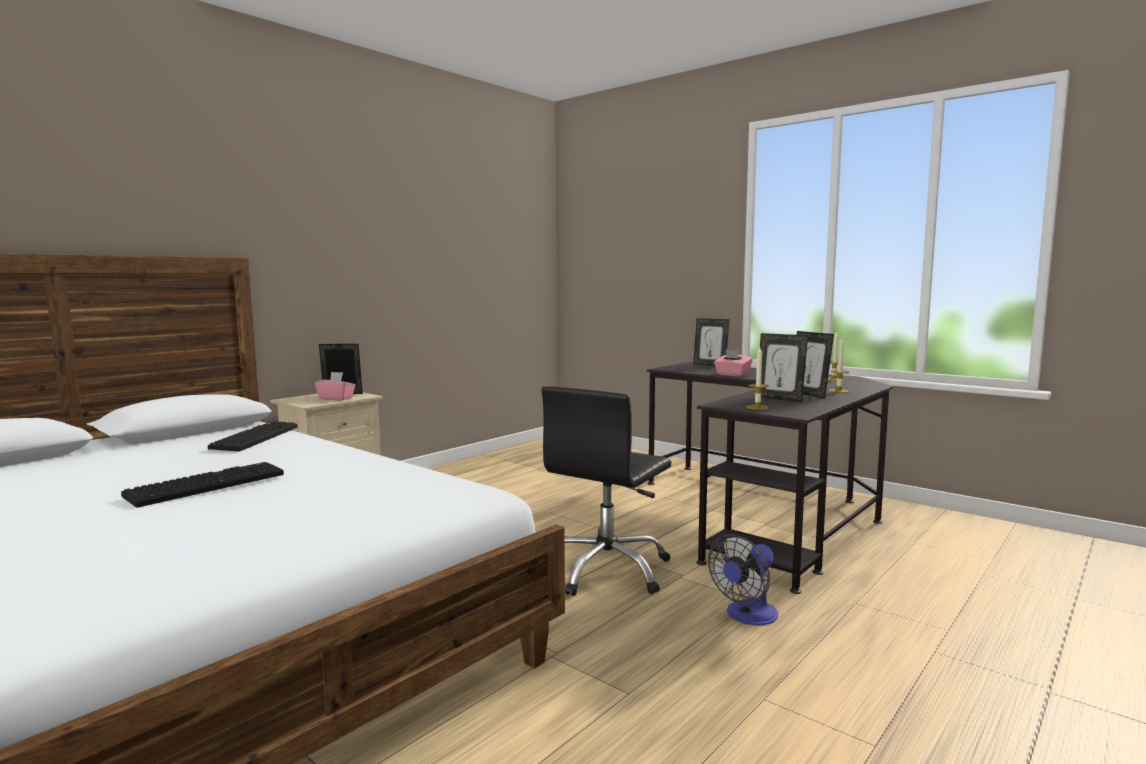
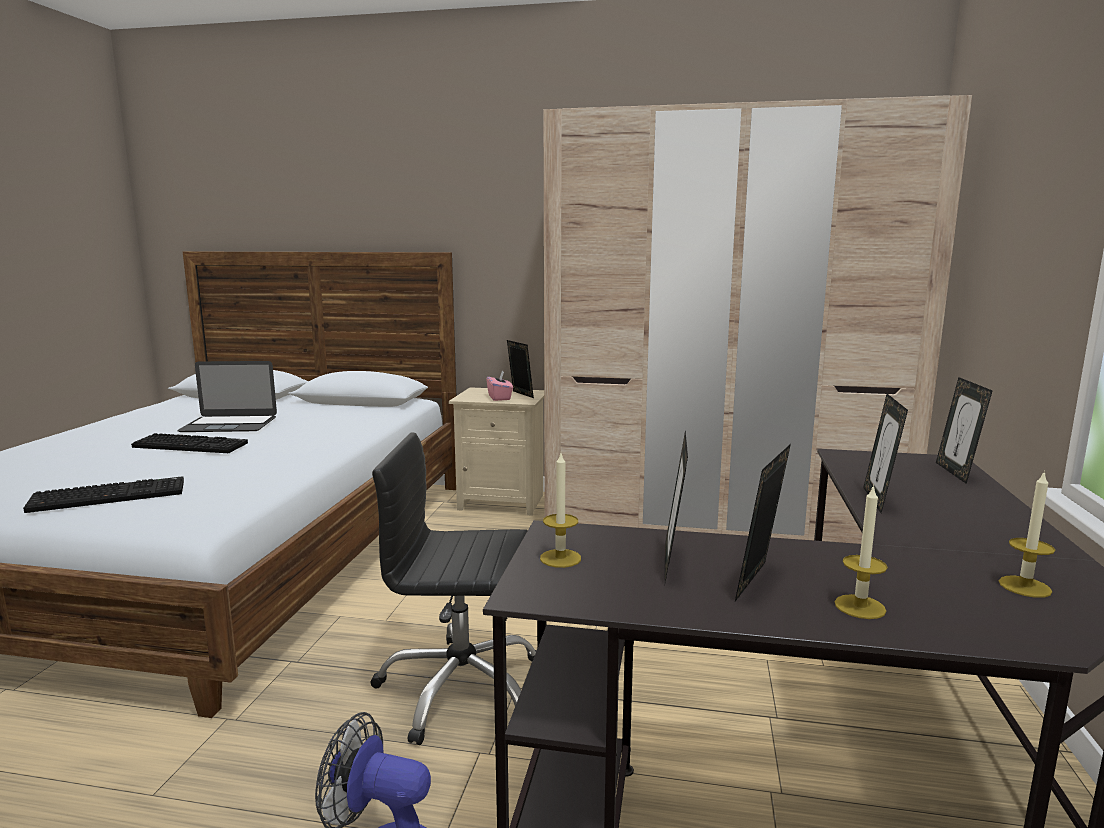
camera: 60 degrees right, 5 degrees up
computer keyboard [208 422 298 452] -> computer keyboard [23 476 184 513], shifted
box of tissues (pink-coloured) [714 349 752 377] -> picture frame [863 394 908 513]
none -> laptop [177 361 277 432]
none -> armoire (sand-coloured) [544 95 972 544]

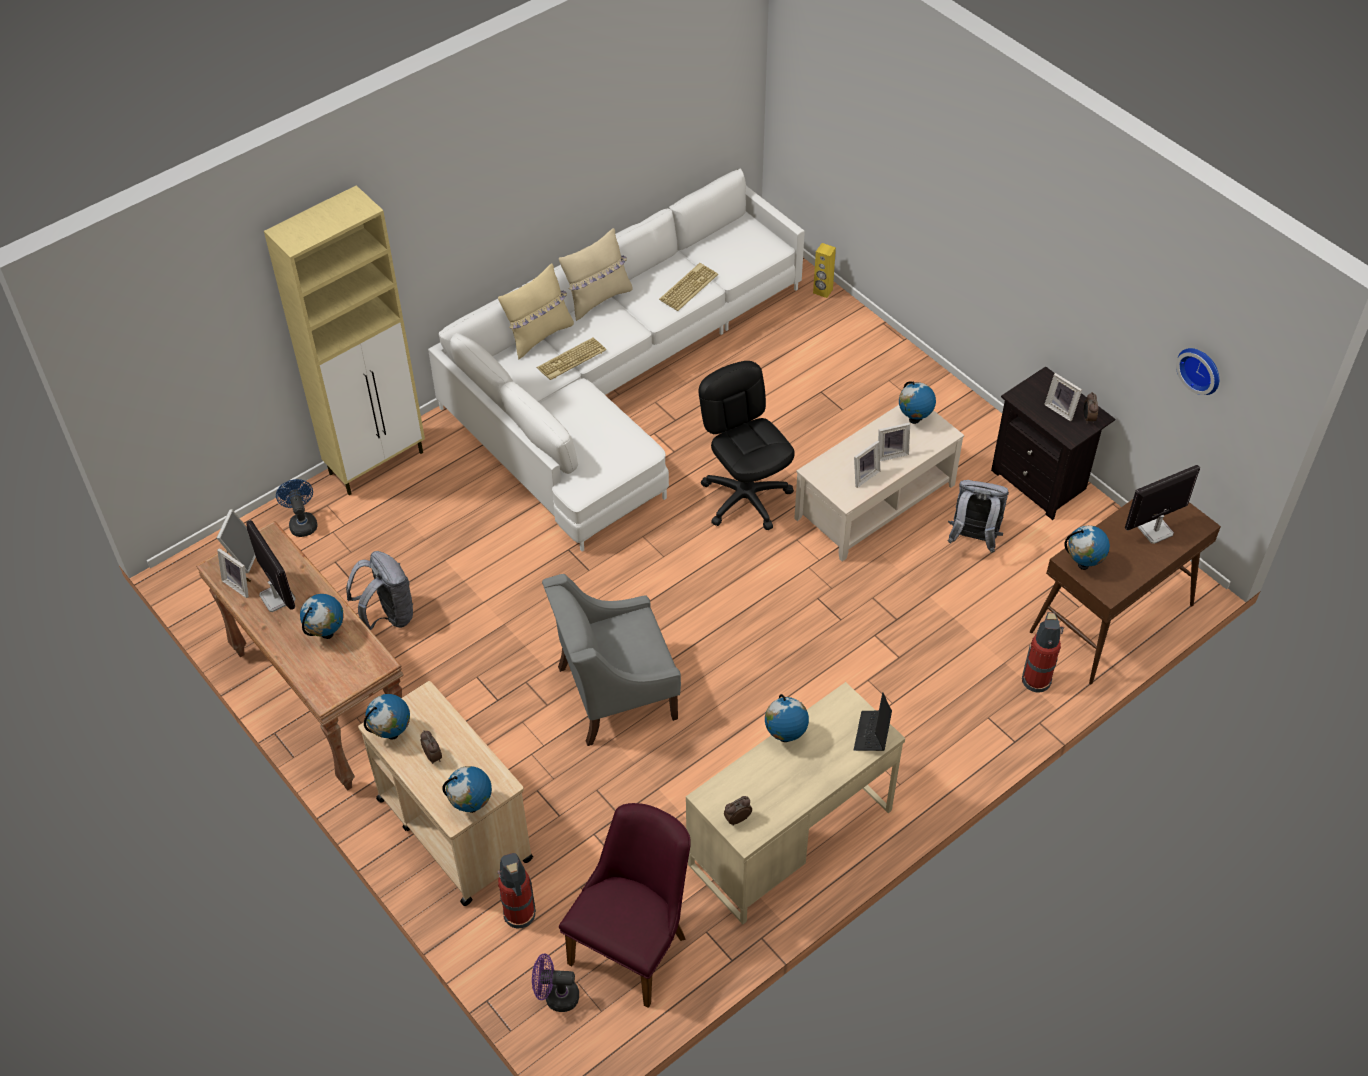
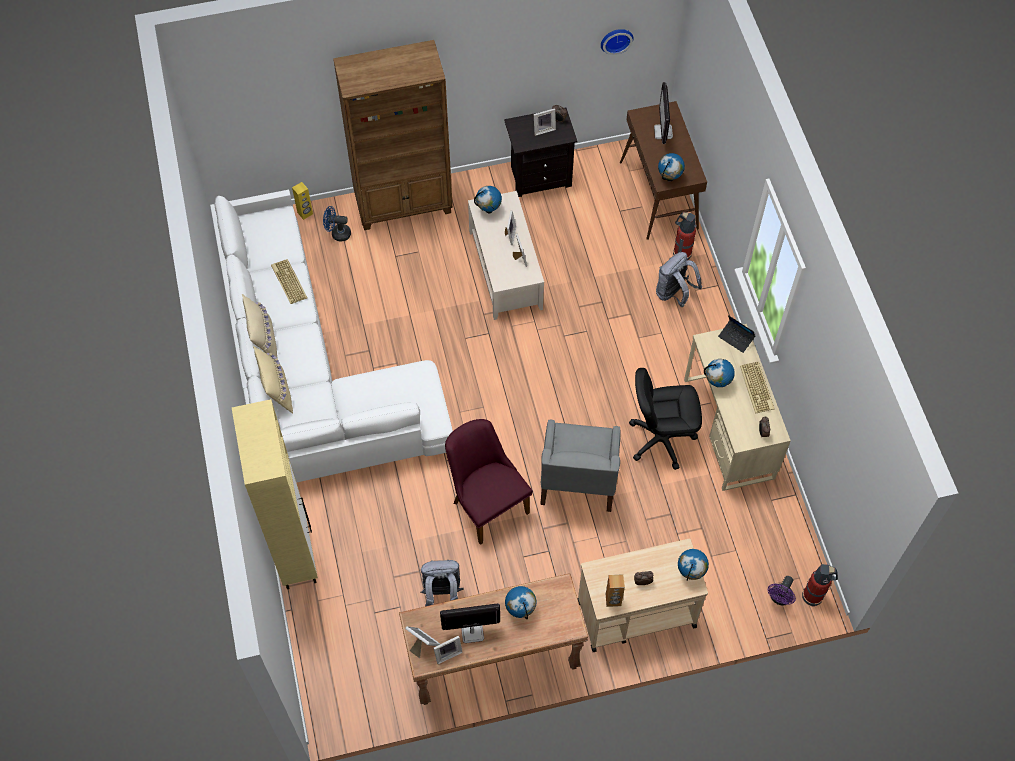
camera: 65 degrees left, 10 degrees up
cooling fan (bluish) [276 479 318 537] -> cooling fan (bluish) [323 206 351 241], shifted
globe [364 694 410 740] -> audio speaker (brown) [606 574 625 607]
extinguisher [497 853 536 928] -> extinguisher [802 564 838 607], shifted
computer keyboard [537 338 606 380] -> computer keyboard [740 362 775 414], shifted
chair (purplish) [559 803 691 1008] -> chair (purplish) [445 419 533 545], shifted
desk chair (blackish) [699 361 795 530] -> desk chair (blackish) [629 368 702 470], shifted
rucksack (greyish) [948 480 1009 553] -> rucksack (greyish) [656 252 702 307], shifted
none -> bookcase (brown) [333 40 453 230]

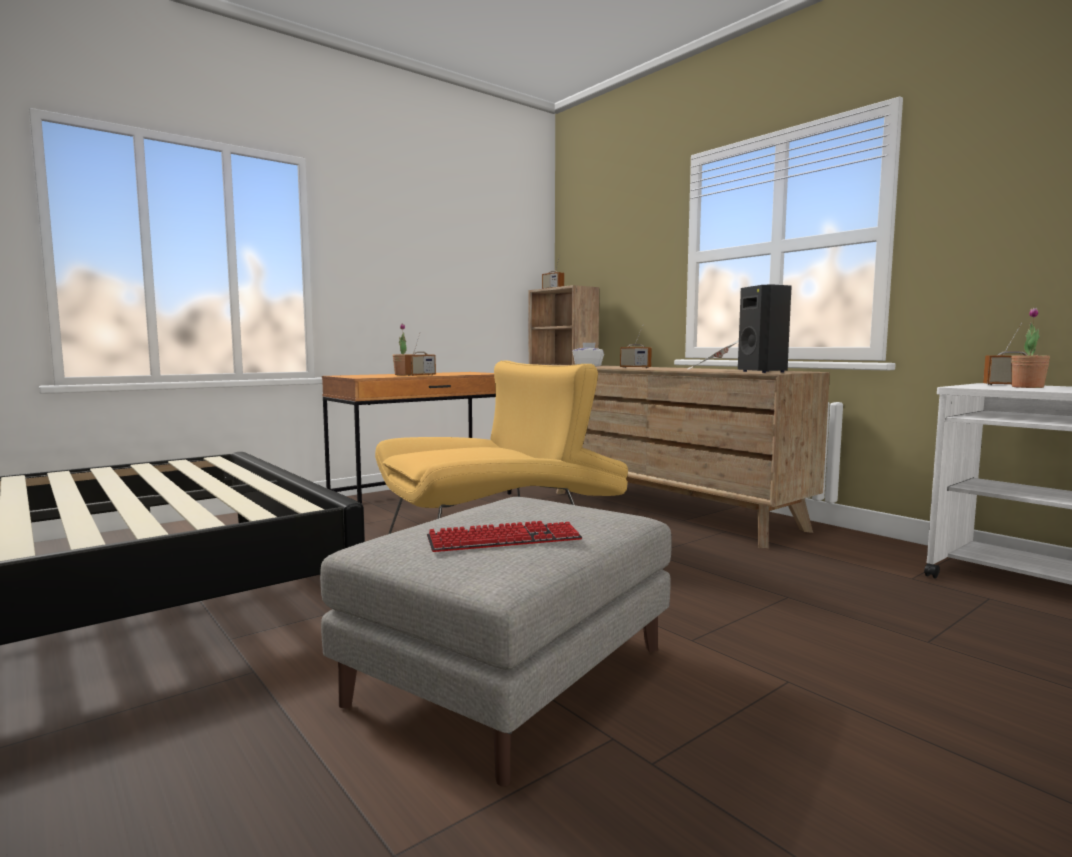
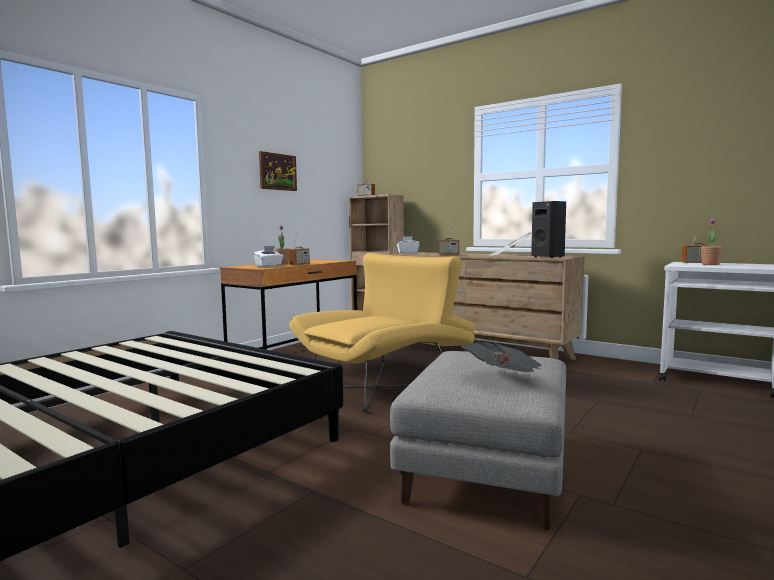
camera: 15 degrees left, 0 degrees up
computer keyboard [427 521 583 552] -> newspaper [461 342 541 372]
none -> box of tissues (whitish) [253 246 283 267]
none -> wall art [259 151 297 191]

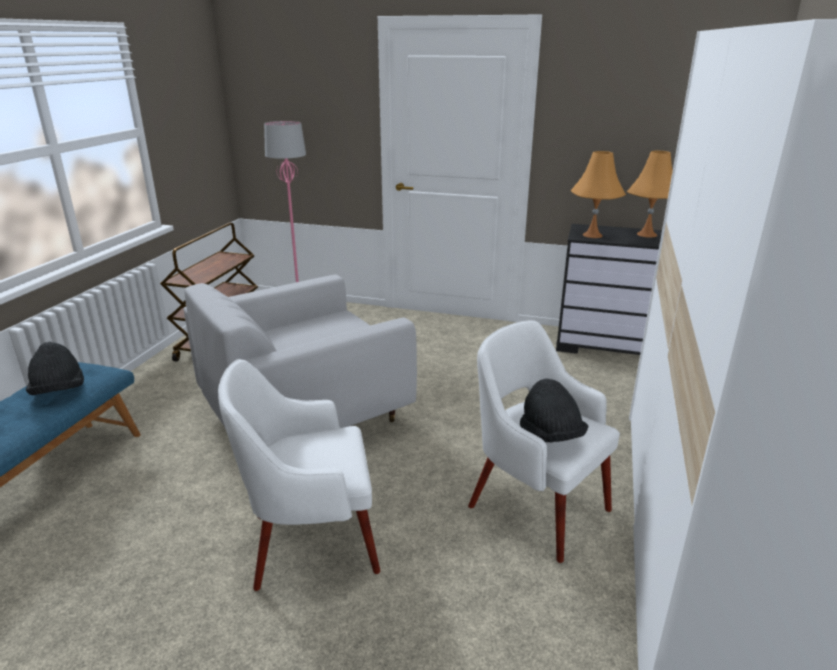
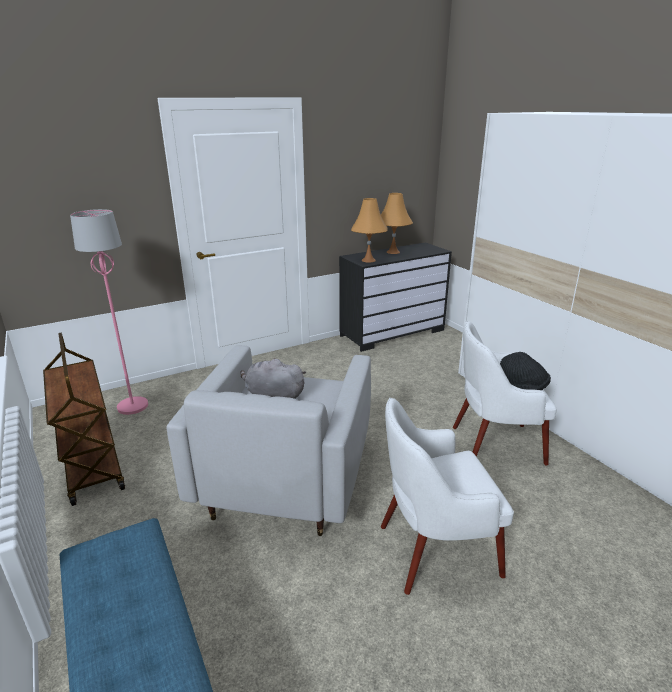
camera: 45 degrees left, 0 degrees up
hat (blackish) [26 342 84 395] -> none
easy chair (whitish) [218 359 380 591] -> easy chair (whitish) [381 398 514 595], 45 degrees clockwise
none -> cuddly toy (greyish) [240 358 306 399]

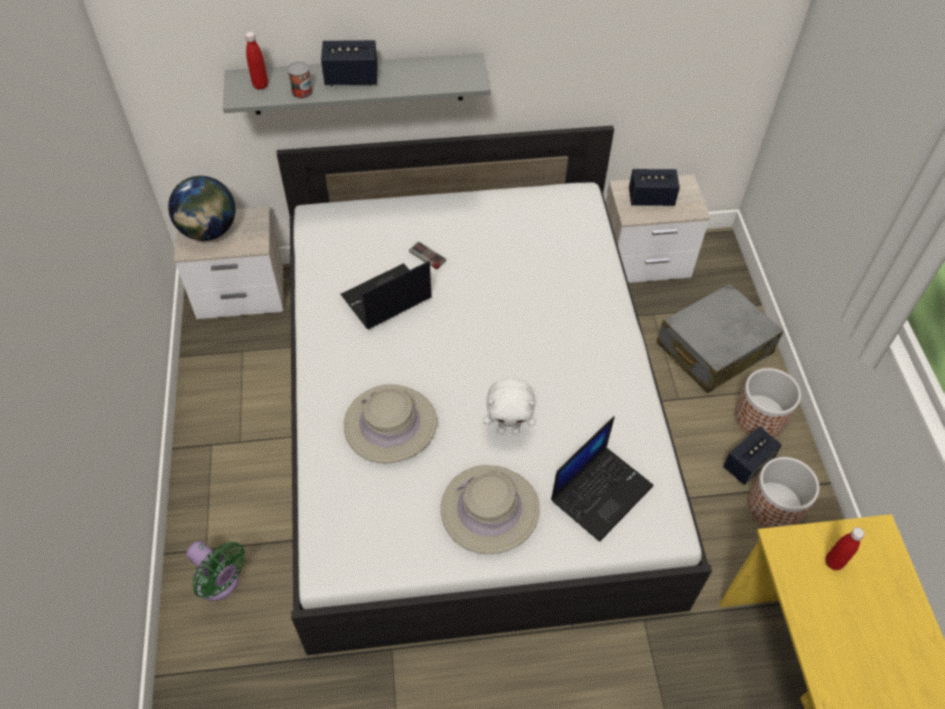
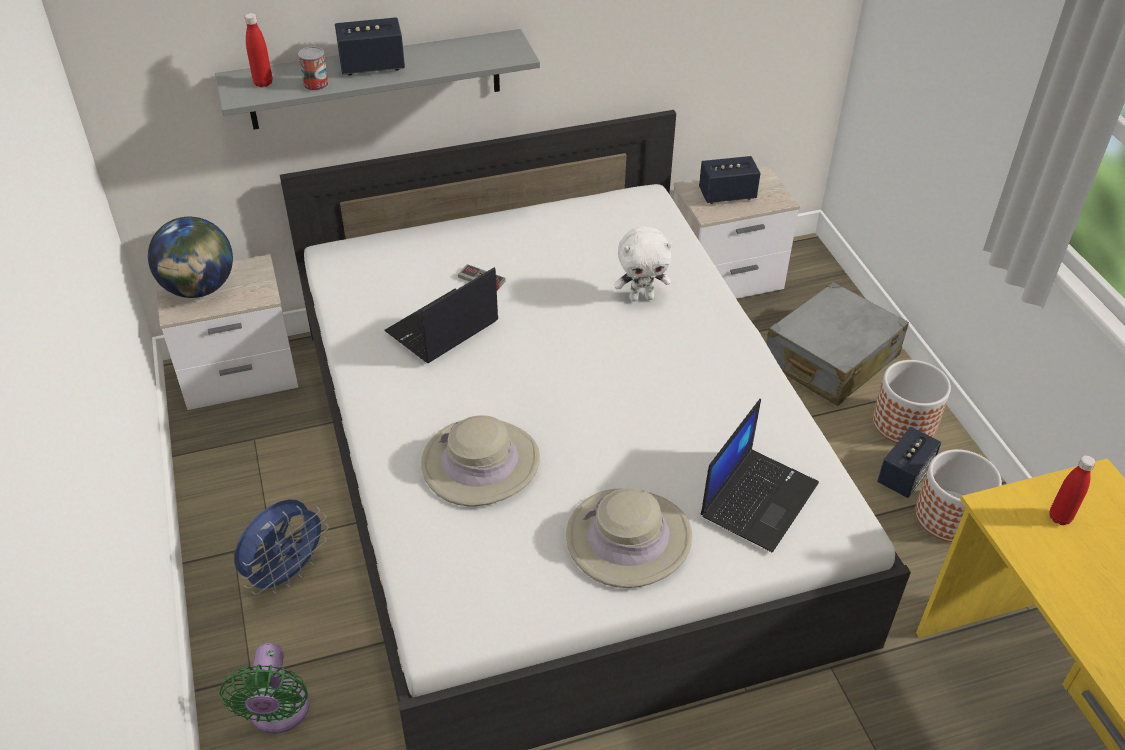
camera: 10 degrees left, 10 degrees down
cooling fan (green-coloured) [186 541 246 601] -> cooling fan (green-coloured) [220 643 310 734], 60 degrees clockwise
cuddly toy (whitish) [483 377 536 435] -> cuddly toy (whitish) [614 226 672 302], shifted
none -> cooling fan (bluish) [234 499 329 595]

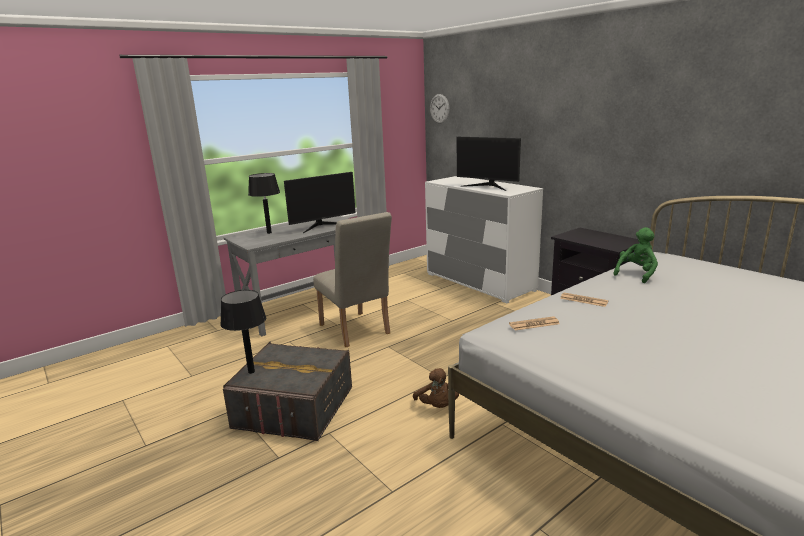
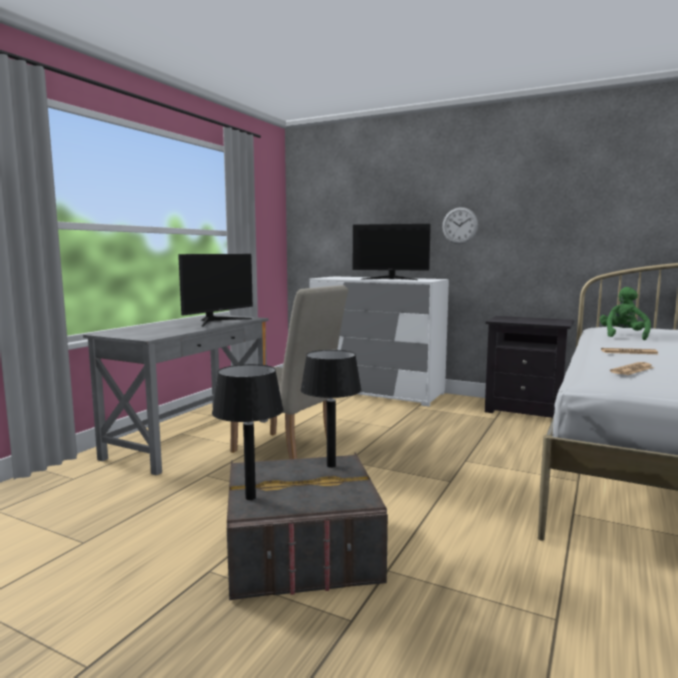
camera: 25 degrees left, 10 degrees down
tabletop lamp (blackish) [248 173 280 234] -> tabletop lamp (blackish) [301 350 362 468], shifted
cuddly toy (brown) [413 368 459 408] -> none
clock on the wall [430 94 450 124] -> clock on the wall [442 207 478 244], shifted

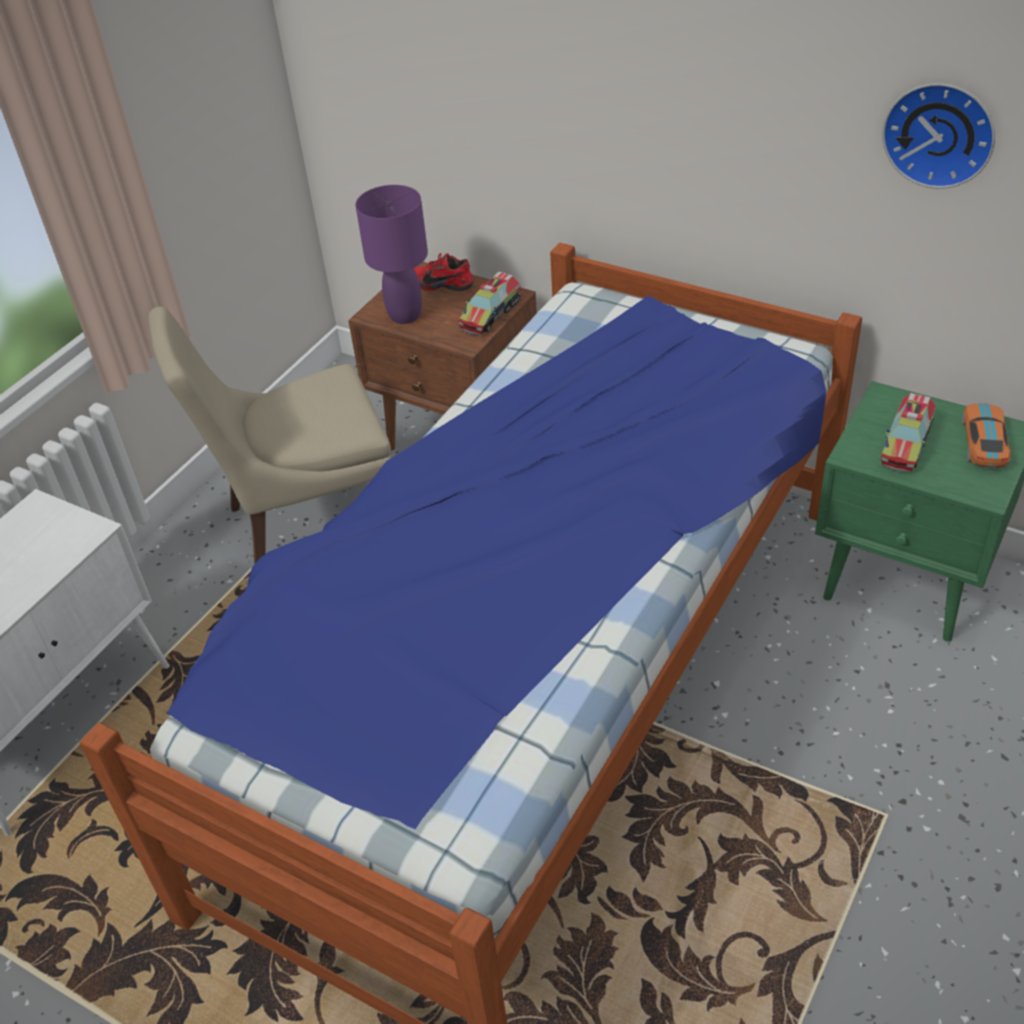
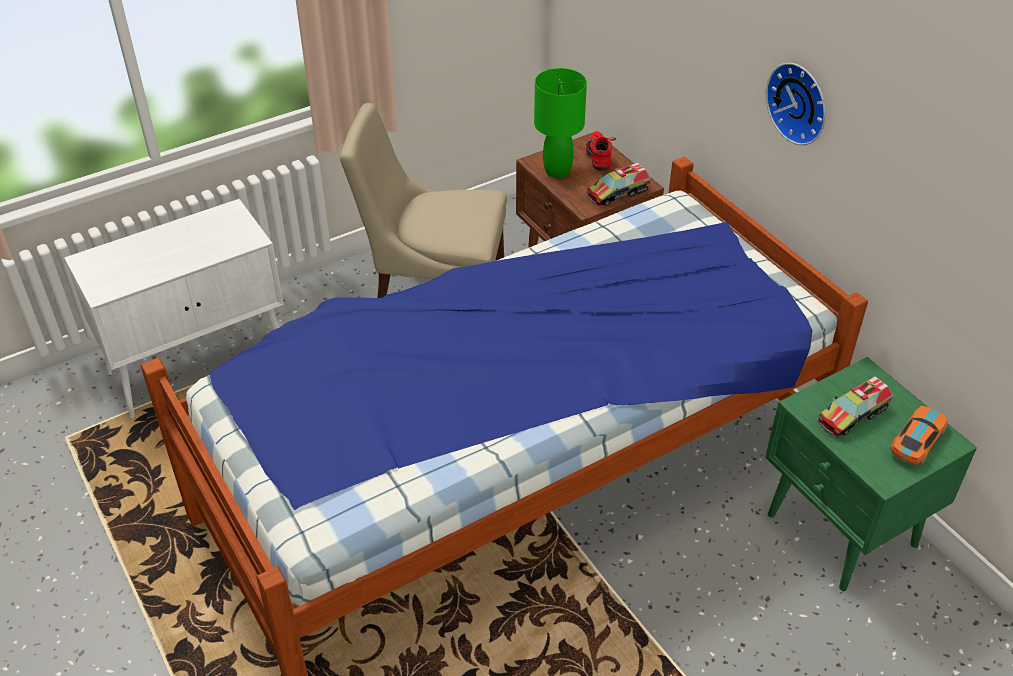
camera: 25 degrees right, 0 degrees up
tabletop lamp (purplish) [355 185 428 324] -> tabletop lamp (green-coloured) [534 68 587 178]
shoe (reddish) [414 253 474 292] -> shoe (reddish) [586 131 616 171], 45 degrees clockwise
clock on the wall [882 83 995 189] -> clock on the wall [766 63 826 145], shifted

